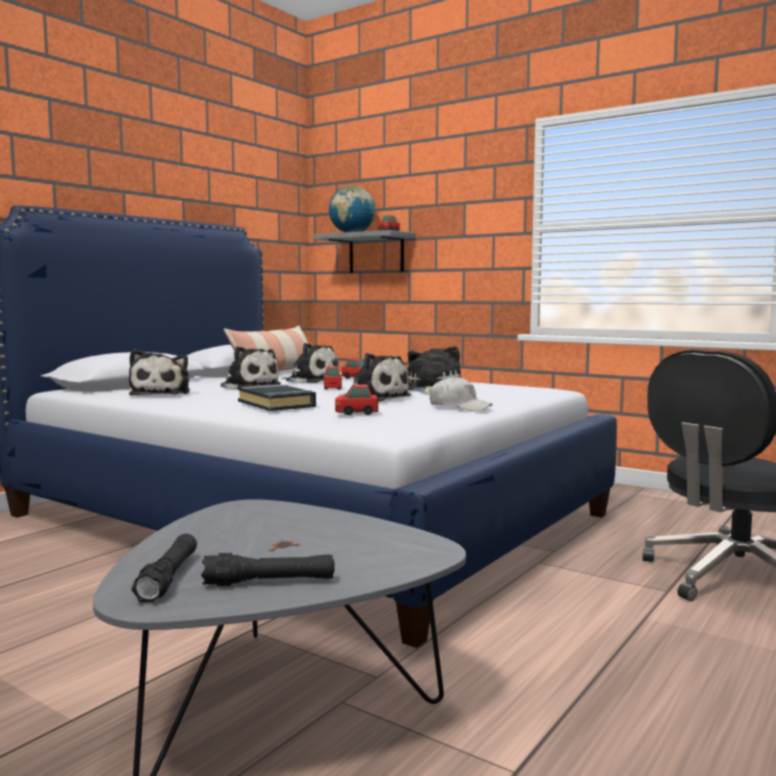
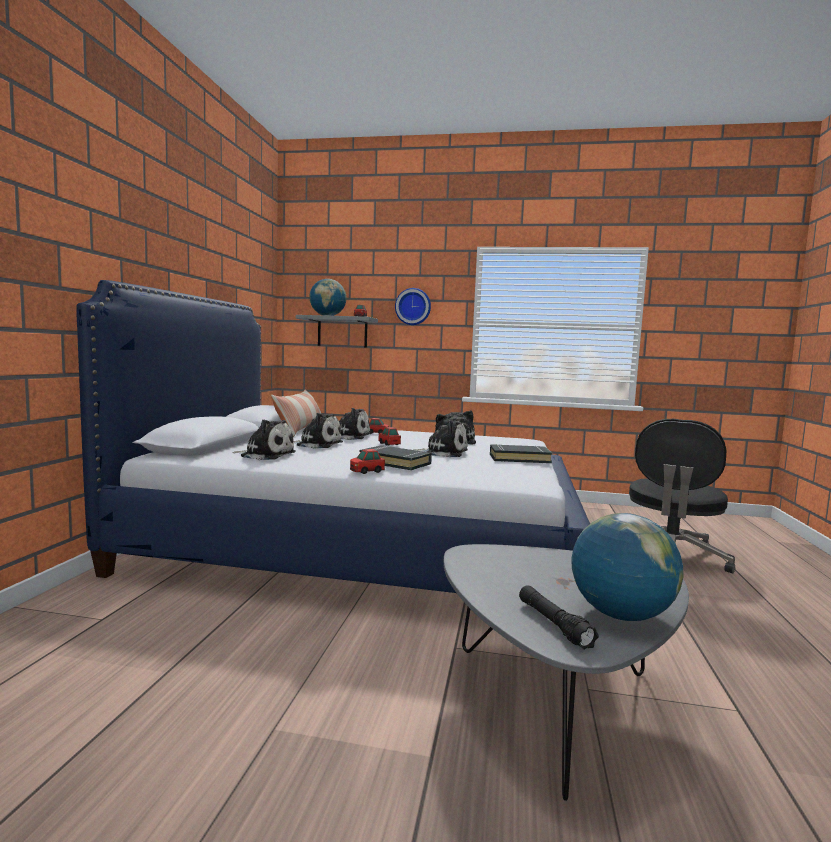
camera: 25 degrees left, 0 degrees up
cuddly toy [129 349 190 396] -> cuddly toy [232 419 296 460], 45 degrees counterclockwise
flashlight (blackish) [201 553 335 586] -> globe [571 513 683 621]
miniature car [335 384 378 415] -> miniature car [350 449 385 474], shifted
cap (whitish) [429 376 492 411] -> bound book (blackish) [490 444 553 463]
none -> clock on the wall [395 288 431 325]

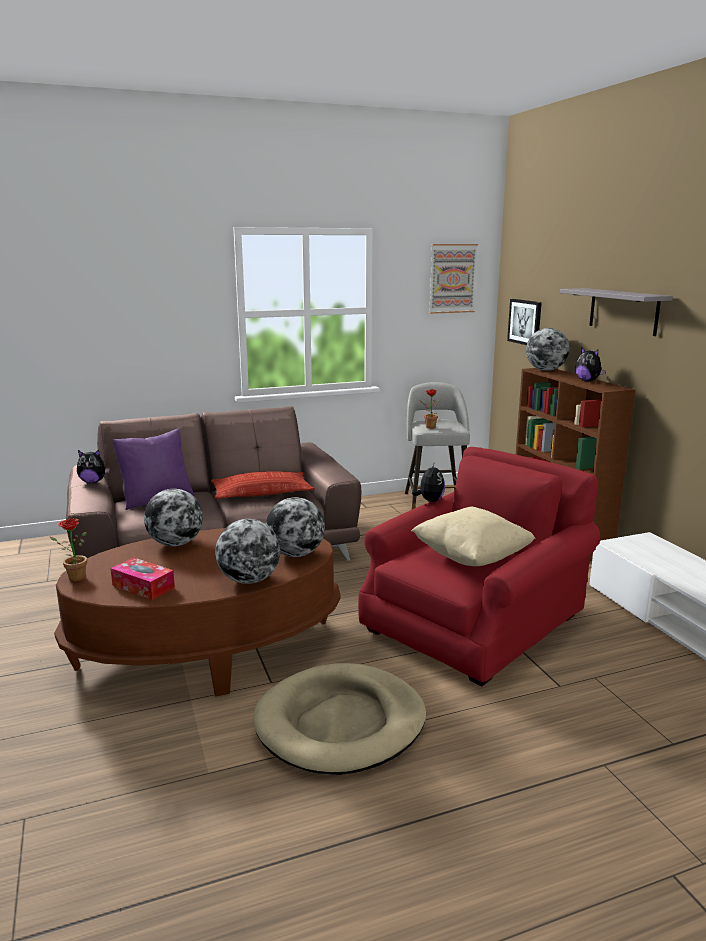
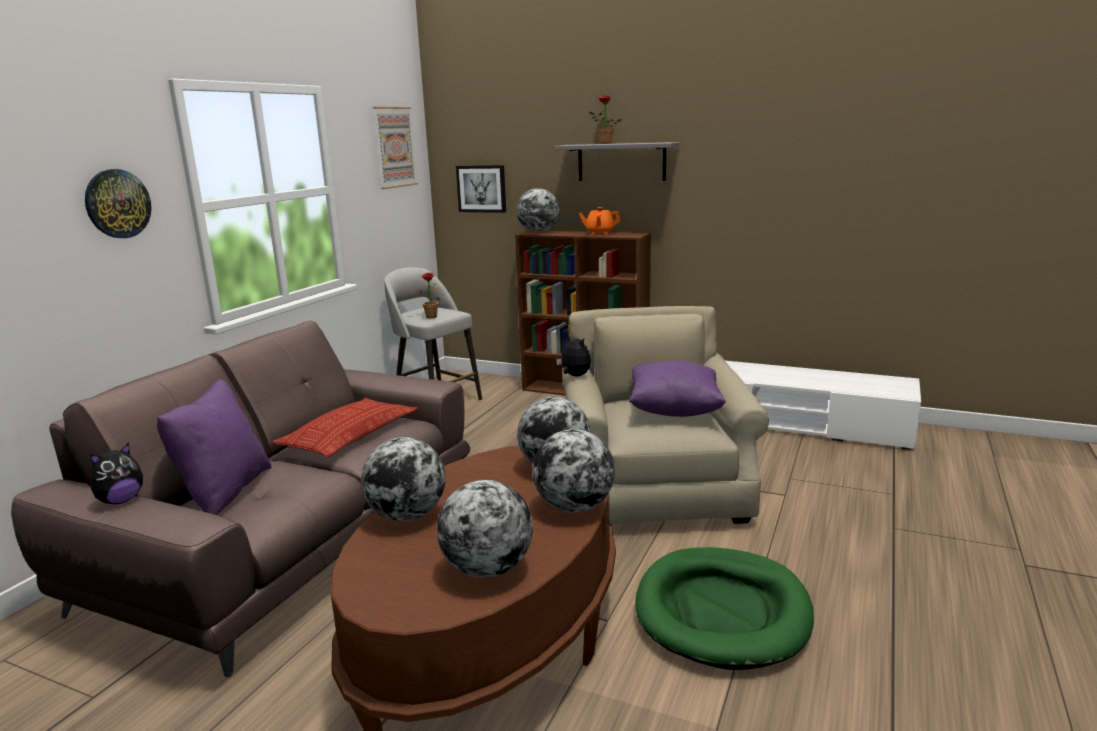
camera: 45 degrees left, 0 degrees up
plant in a pot [49 518 87 582] -> plant in a pot [589 95 622 144], shifted
box of tissues [111 557 175 600] -> globe [437 480 533 578]
pet bed (sand-coloured) [254 663 426 775] -> pet bed (green-coloured) [636 547 814 670]
easy chair (reddish) [358 447 600 686] -> easy chair (sand-coloured) [562 306 769 525]
pillow (sand-coloured) [411 507 535 566] -> pillow (purplish) [628 361 726 417]
cuddly toy [575 347 606 381] -> pot for tea (orange-coloured) [579 207 621 235]
none -> clock on the wall [85 169 152 238]

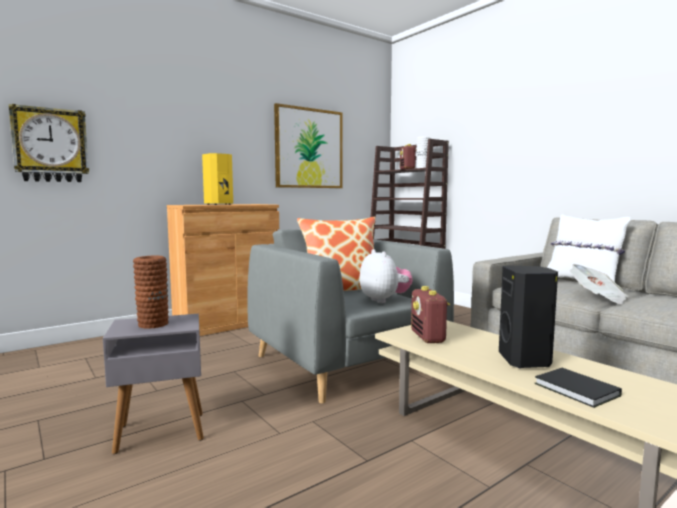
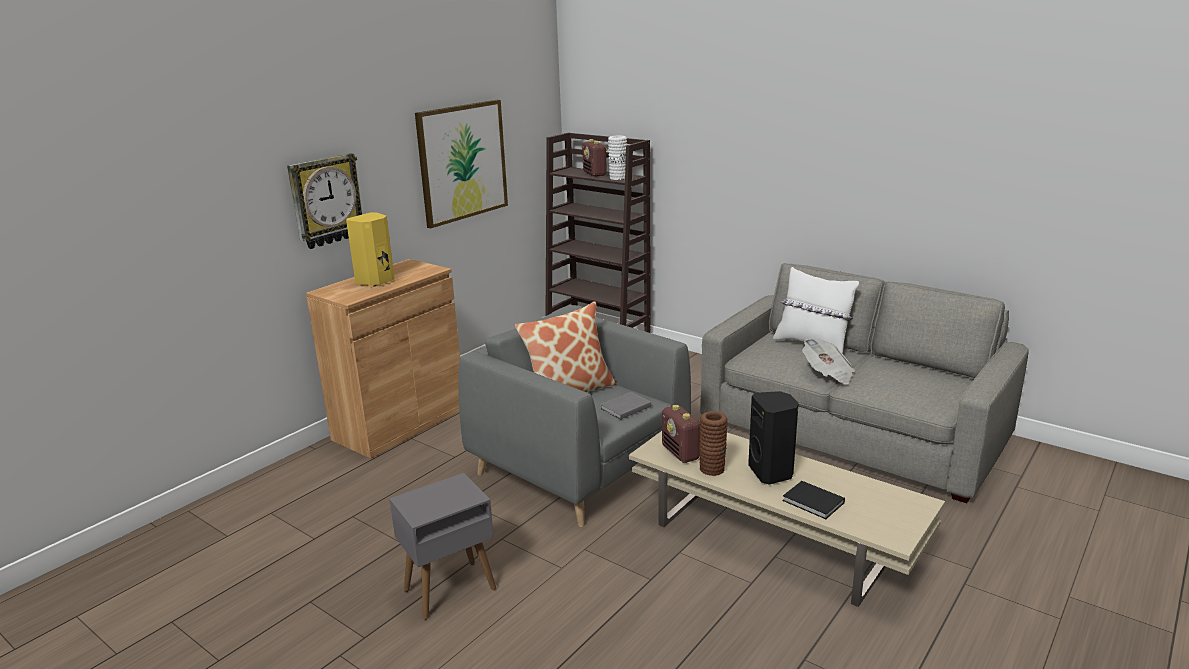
camera: 15 degrees left, 15 degrees up
clock on the wall [8 104 89 182] -> clock on the wall [287 153 362 249], shifted
flower vase (brown) [133 255 168 329] -> flower vase (brown) [699 411 727 476], shifted
cuddly toy [359 249 412 303] -> bound book (greyish) [600 392 651 420]

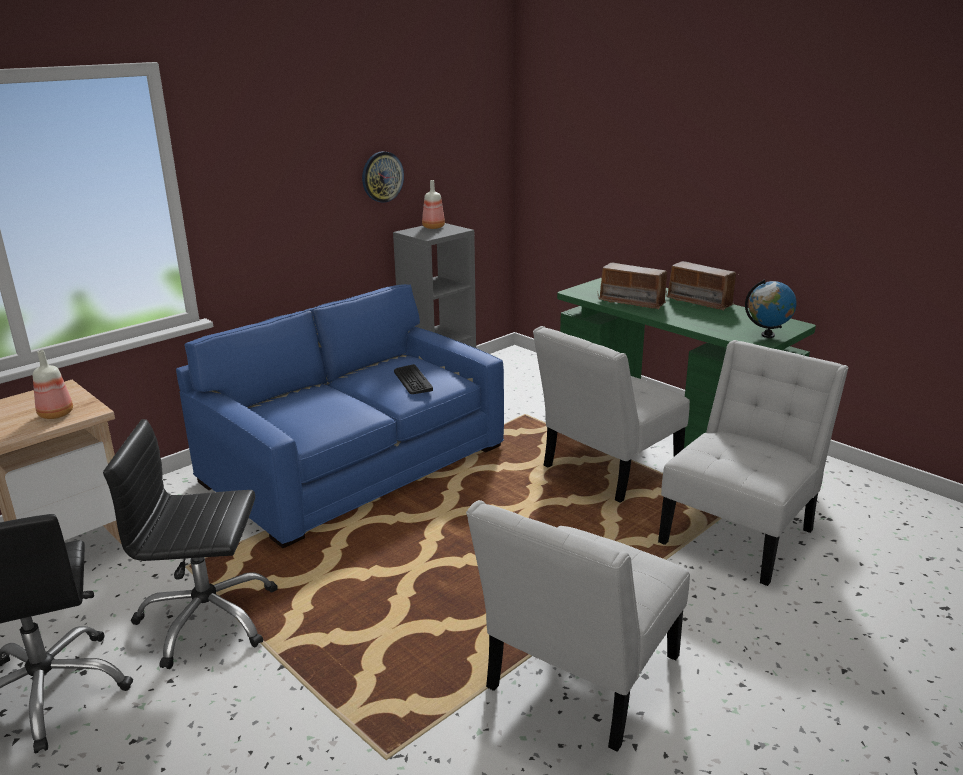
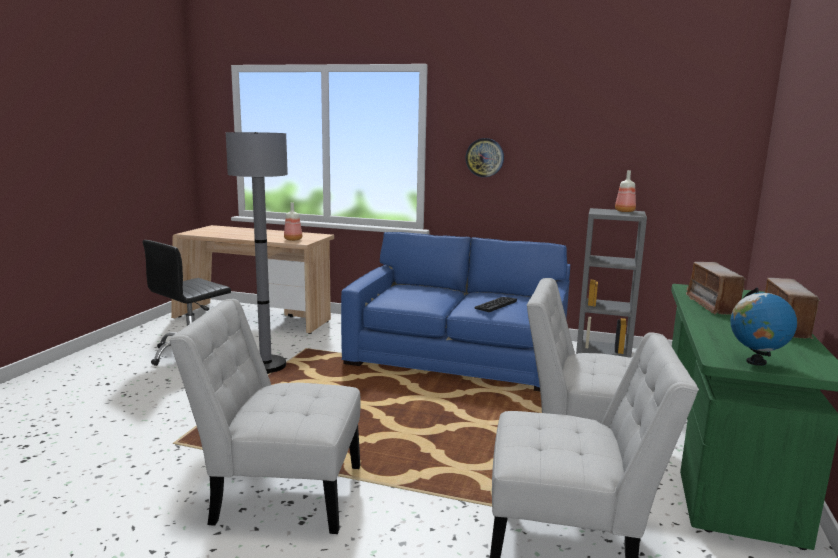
camera: 60 degrees right, 10 degrees down
desk chair (blackish) [103 419 278 669] -> floor lamp (greyish) [226 132 288 374]
clock on the wall [362 151 404 203] -> clock on the wall [466 138 504 177], shifted

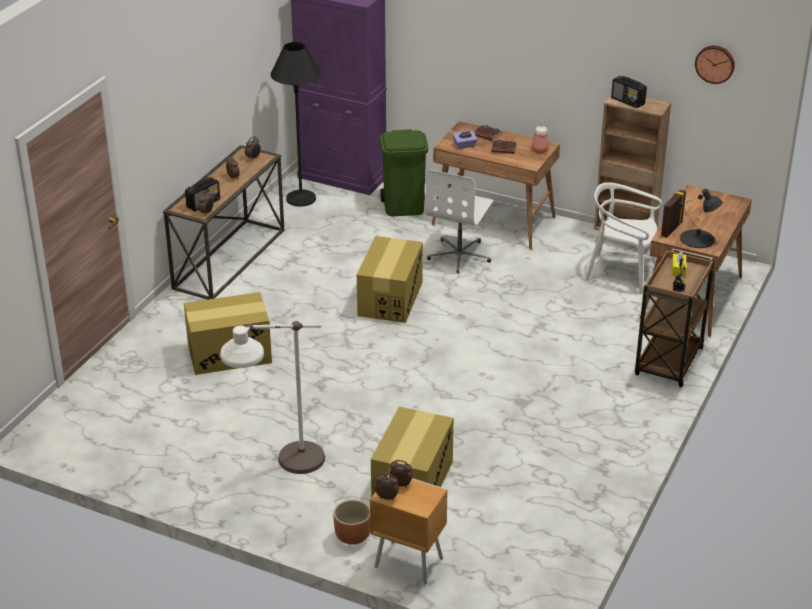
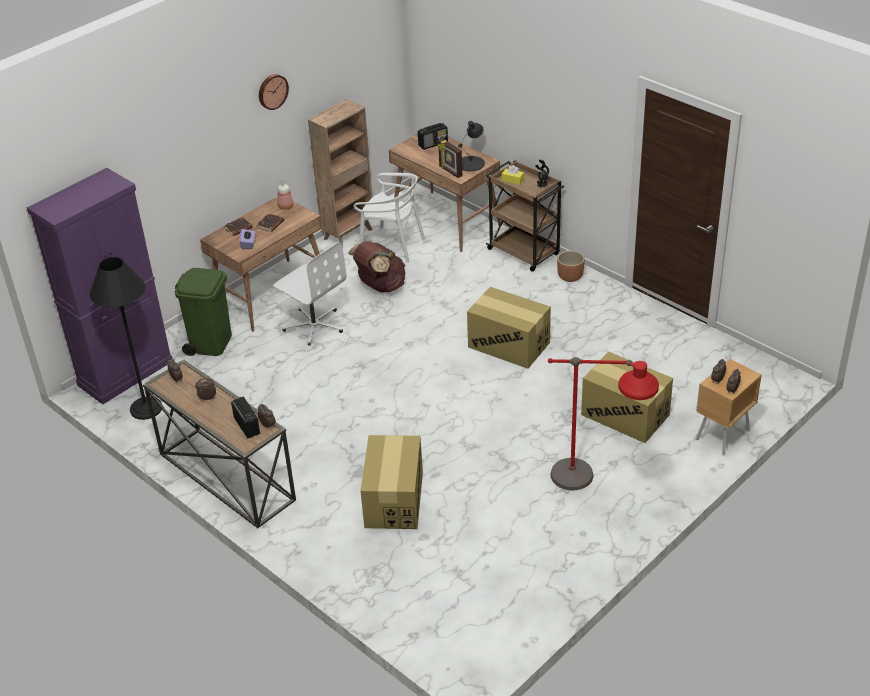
camera: 70 degrees left, 5 degrees up
floor lamp (whitish) [220 321 325 474] -> floor lamp (reddish) [548 357 659 490]
planter (brown) [333 500 370 545] -> planter (brown) [557 250 585 282], shifted
cardboard box [357 236 423 323] -> cardboard box [467 287 551 369], shifted
chair (whitish) [585 182 662 294] -> chair (whitish) [354 173 425 263], 105 degrees counterclockwise
radio set [611 76 647 108] -> radio set [418 123 448 150], shifted
clock on the wall [695 46 735 84] -> clock on the wall [259 74 289 110], shifted
none -> rucksack (brown) [348 241 405 293]

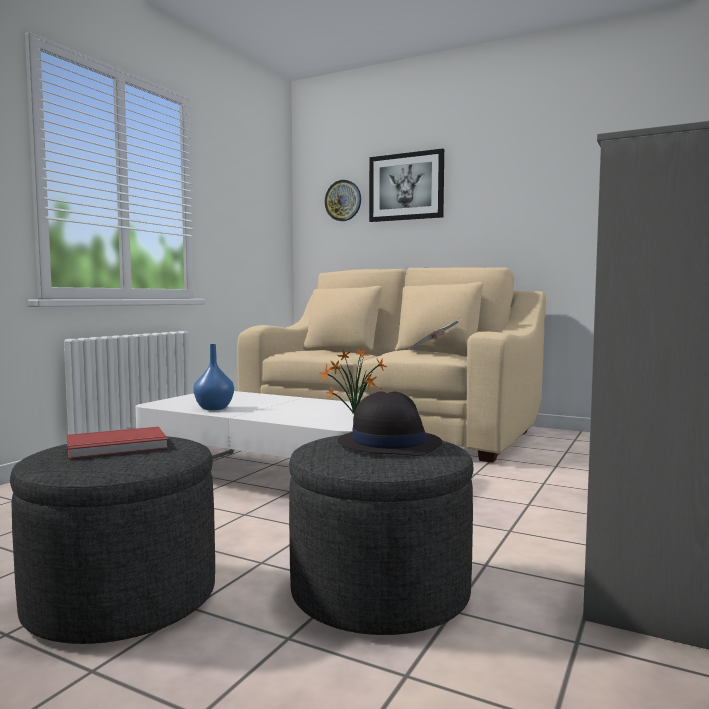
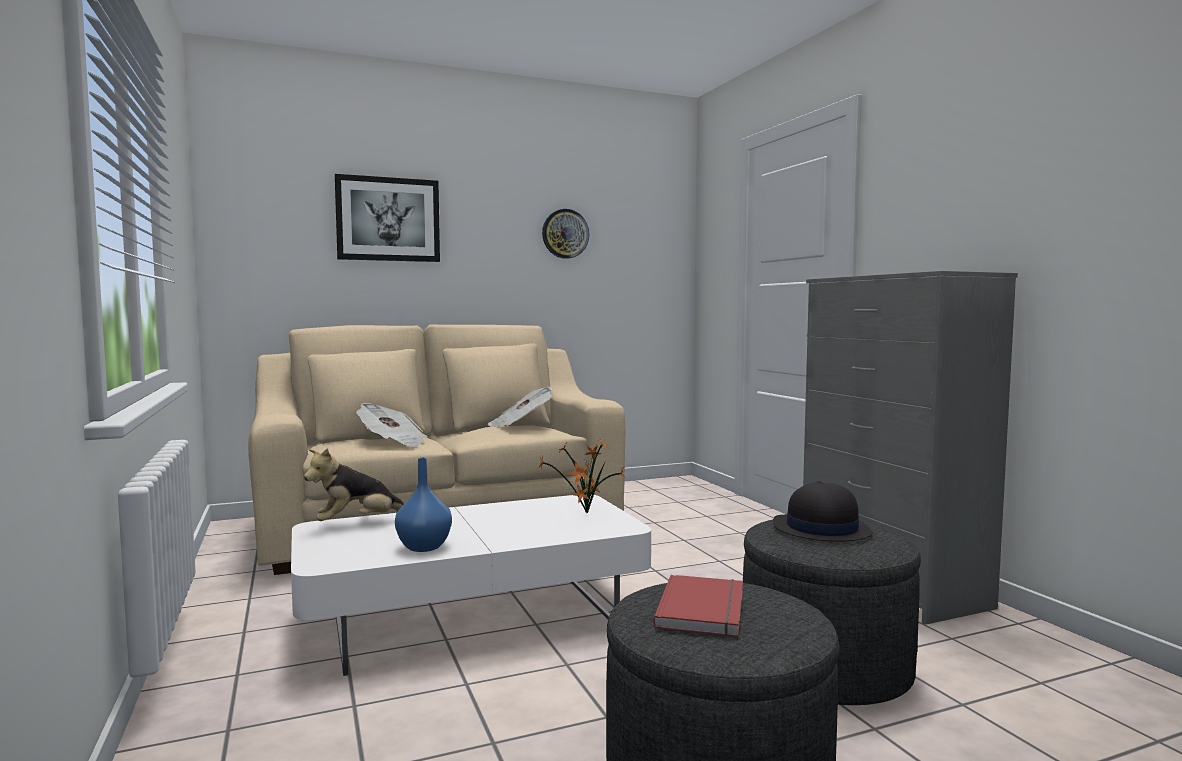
camera: 50 degrees left, 0 degrees up
clock on the wall [325 180 361 221] -> clock on the wall [542 209 589 259], shifted
none -> cuddly toy [304 448 404 521]
none -> newspaper [356 403 428 448]

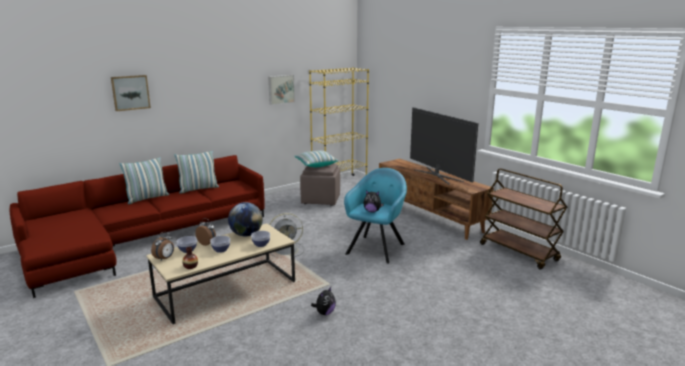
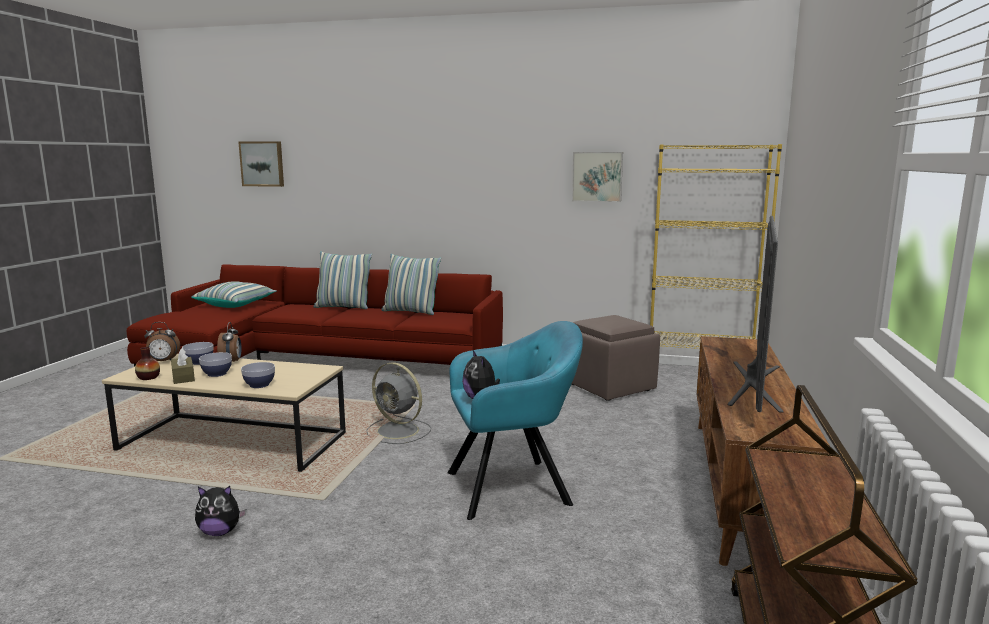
camera: 50 degrees right, 5 degrees down
wall art [111 75 151 111] -> wall art [238 141 284 187], shifted
globe [228 202 263 237] -> none
pillow [294 150 338 167] -> pillow [191 281 277 308], shifted
none -> box of tissues (brown) [171 348 195 384]

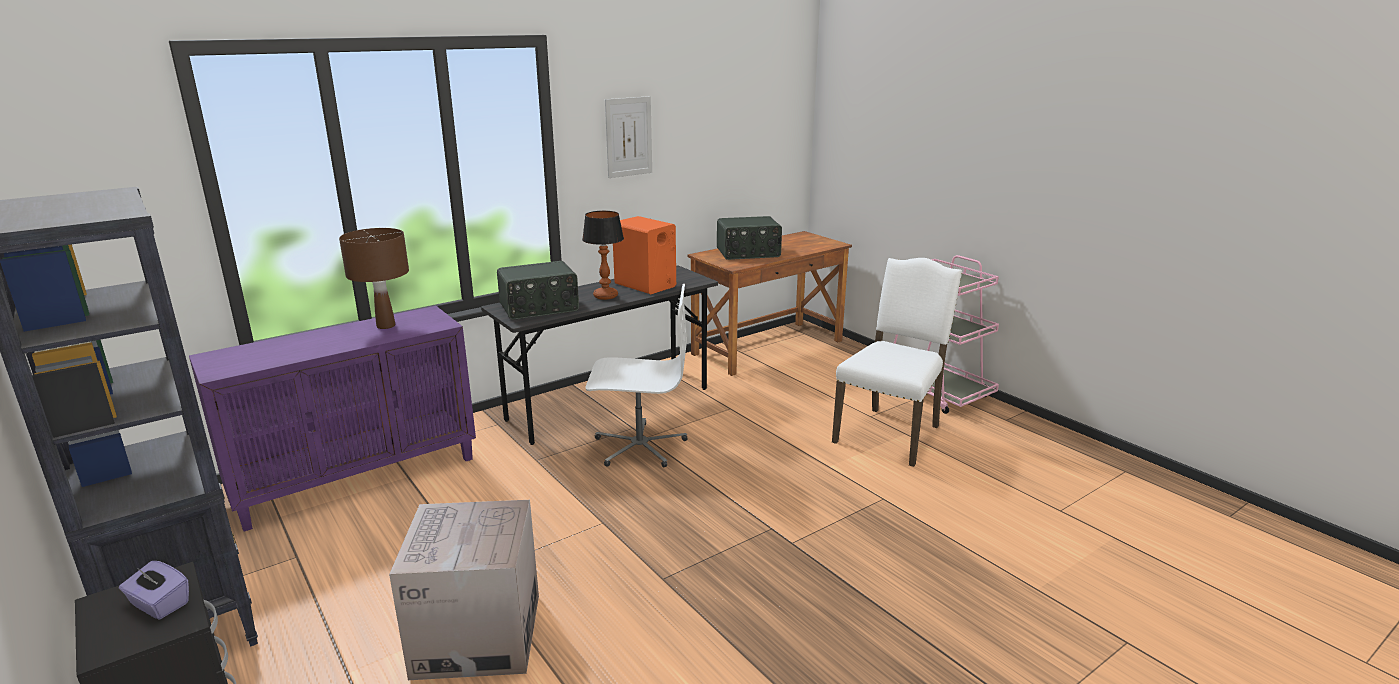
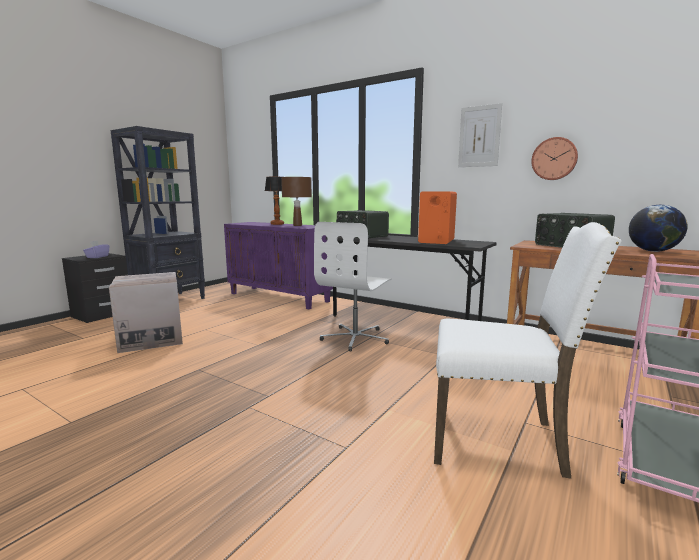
camera: 70 degrees right, 10 degrees down
tabletop lamp [582 211 624 300] -> tabletop lamp [265 177 284 225], shifted
desk chair (whitish) [585 284 688 468] -> desk chair (whitish) [314 222 392 351], 45 degrees clockwise
none -> clock on the wall [531 137 578 180]
none -> globe [629 205 688 252]

